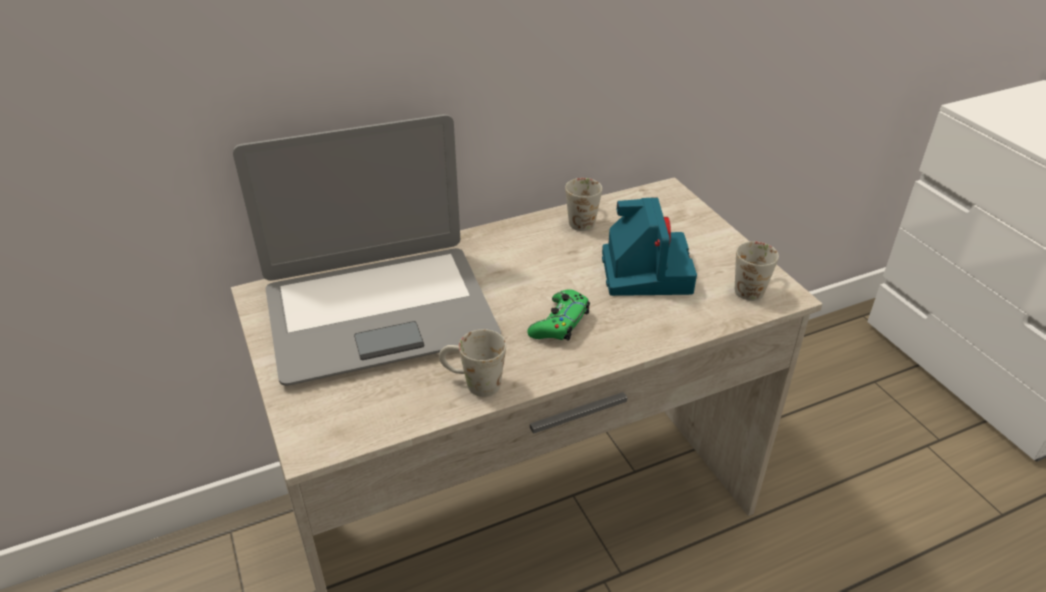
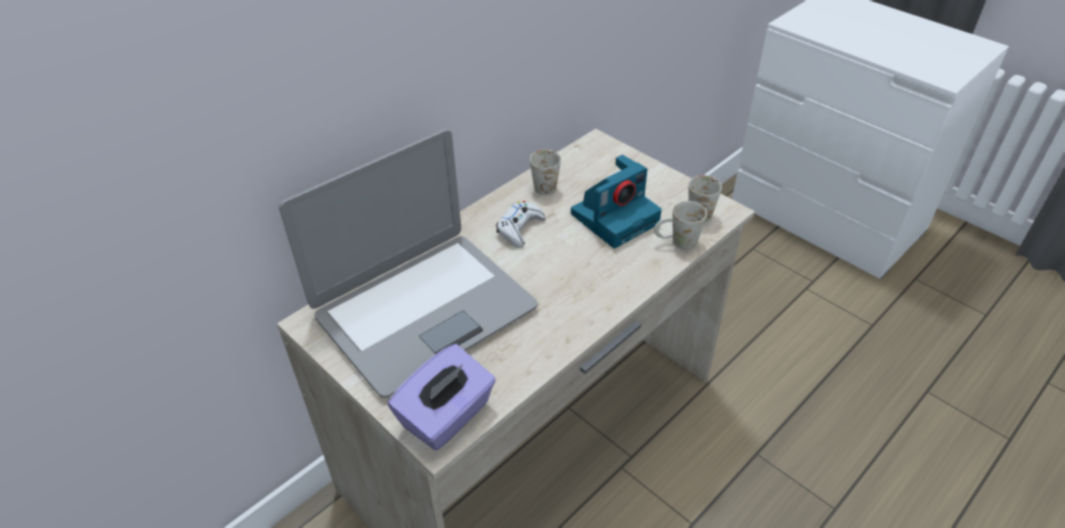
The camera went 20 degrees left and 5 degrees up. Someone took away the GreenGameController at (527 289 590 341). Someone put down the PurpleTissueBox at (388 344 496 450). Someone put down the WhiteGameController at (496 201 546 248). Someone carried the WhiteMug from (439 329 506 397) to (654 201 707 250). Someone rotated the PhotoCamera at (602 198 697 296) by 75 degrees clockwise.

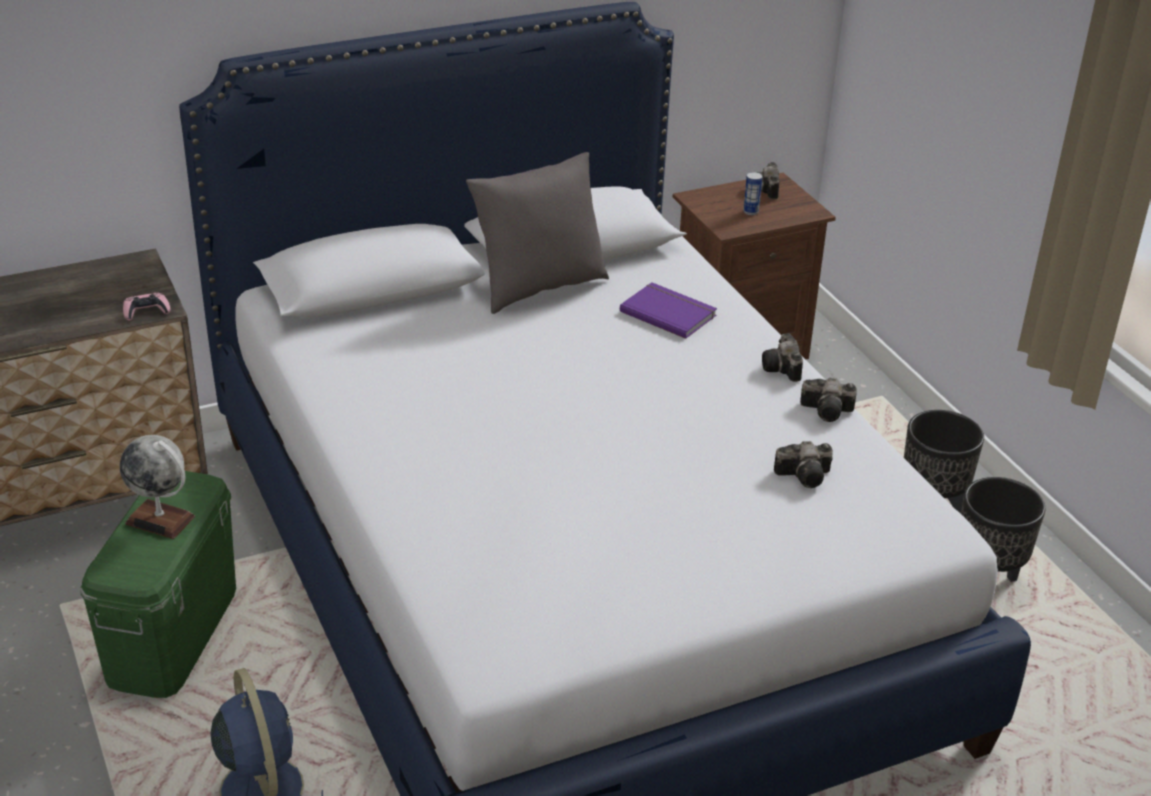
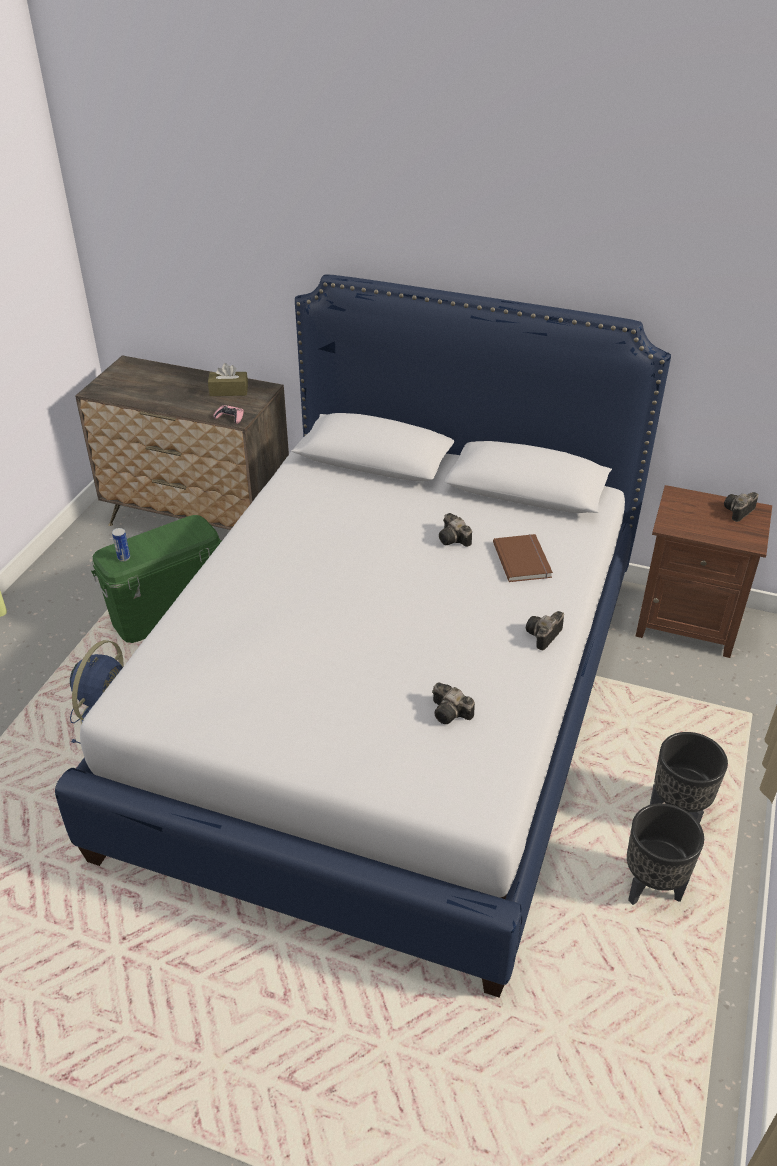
The camera went 45 degrees right and 5 degrees up. Someone took away the Globe at (120 435 195 539). Someone took away the GreyPillow at (466 152 609 314). Someone put down the BrownTissueBox at (208 363 248 396). Someone carried the Can from (743 172 763 215) to (112 528 130 562). Someone carried the PhotoCamera from (800 378 857 422) to (439 513 472 547). Someone repainted the PurpleBook at (620 282 717 339), which became the BrownBook at (493 534 553 582).

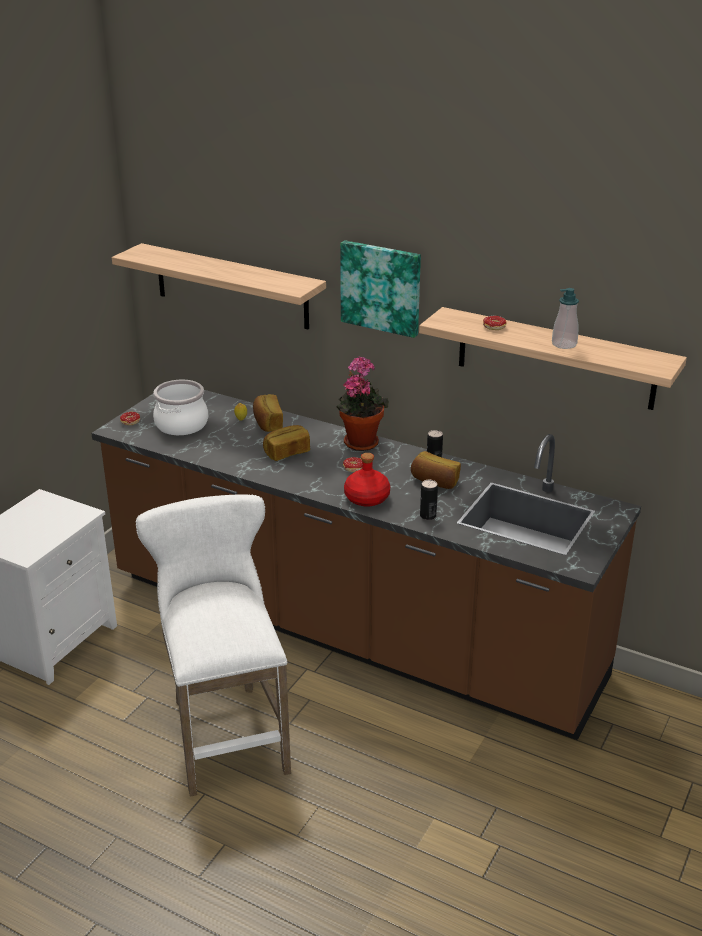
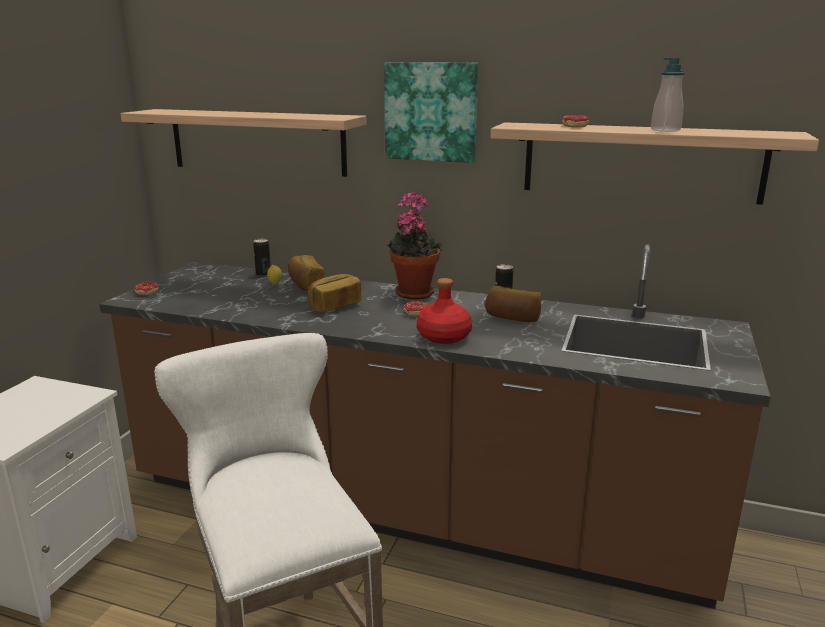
The camera went 10 degrees left and 10 degrees down. Someone took away the CookingPot at (153 380 208 435). Someone carried the Can from (420 480 438 520) to (253 239 271 276).

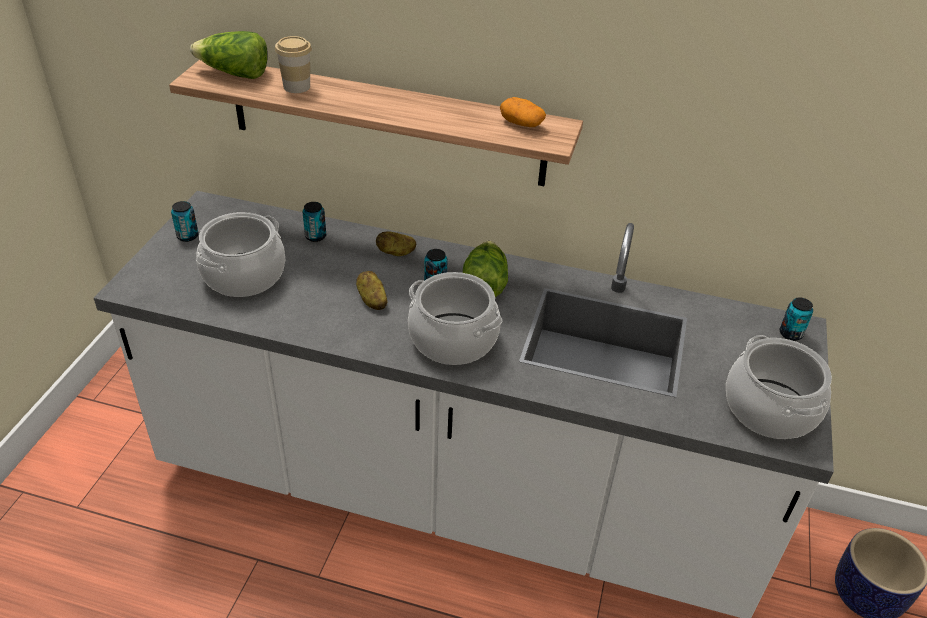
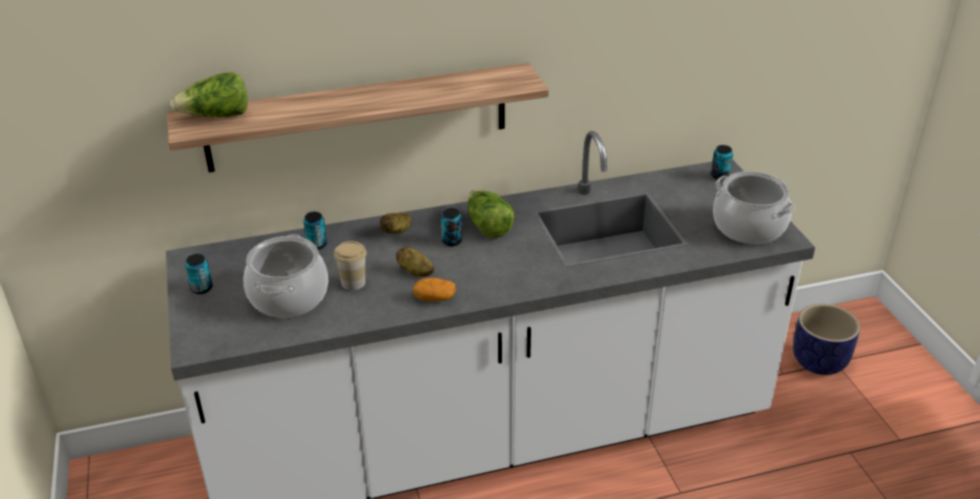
The camera went 30 degrees left and 5 degrees down. Someone took away the CookingPot at (408 272 502 365). Someone carried the Cup from (275 36 312 93) to (334 241 367 290). Someone carried the Potato from (500 97 546 127) to (413 278 456 301).

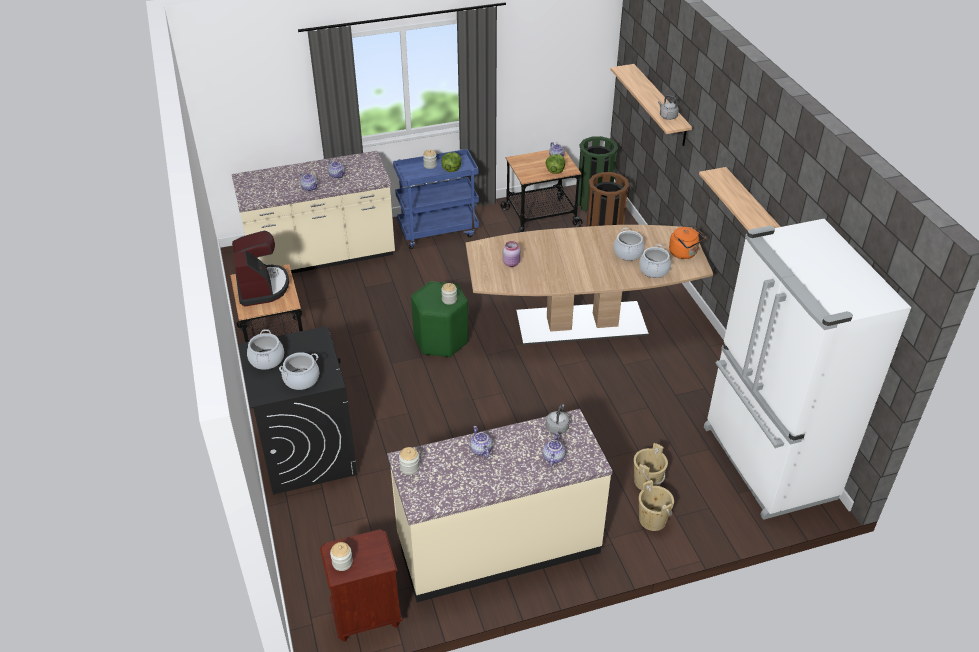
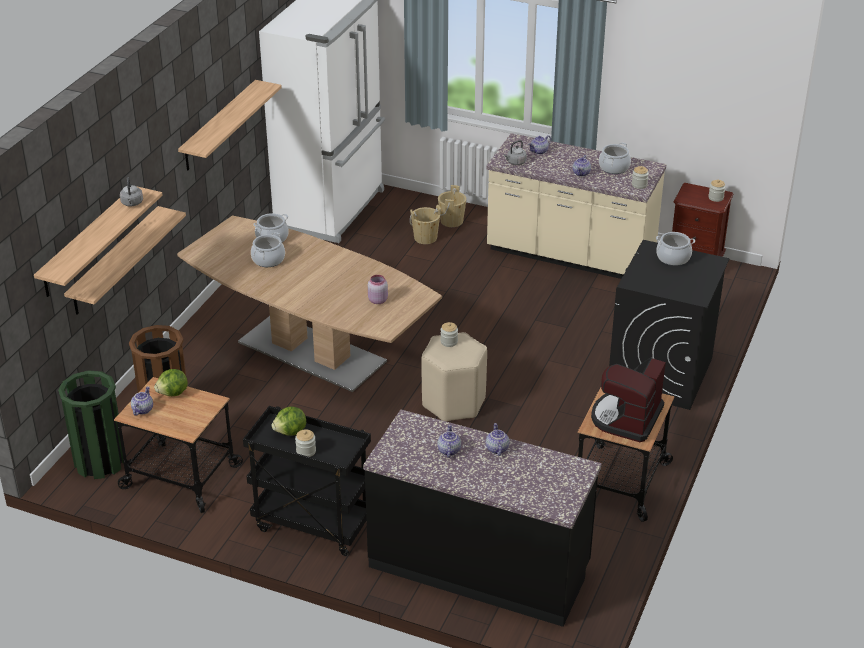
The camera went 140 degrees left and 5 degrees down. Someone took away the OrangeKettle at (669 227 706 259). Someone put up the Shelf at (64 206 186 315). Someone carried the CookingPot from (247 329 284 370) to (599 143 631 174). Someone repainted the BeigeCounter at (232 151 395 274), which became the BlackCounter at (363 410 602 627). Someone repainted the BlueCart at (393 149 479 249), which became the BlackCart at (243 406 371 556). Someone repainted the GreenStool at (411 281 468 357), which became the BeigeStool at (421 332 487 421).

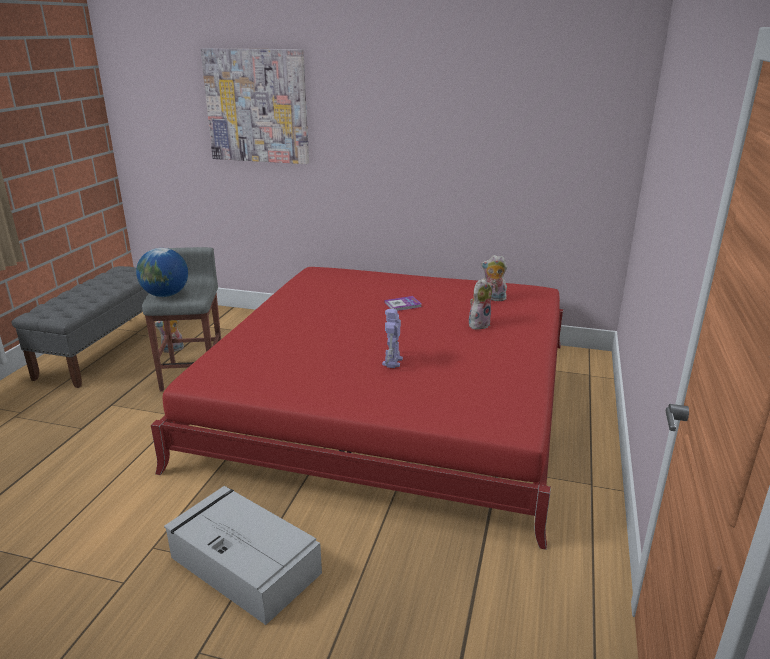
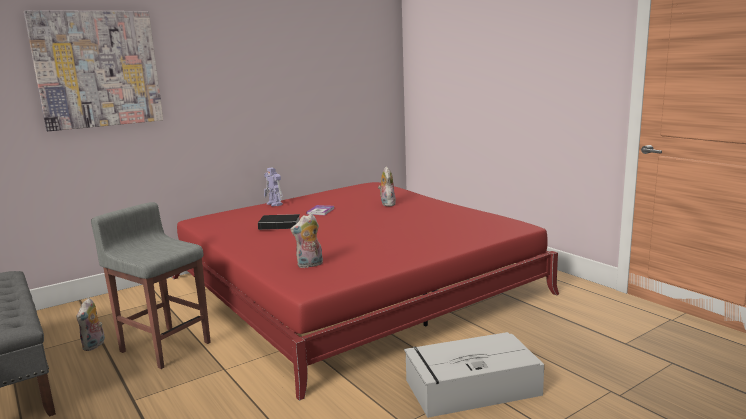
The camera went 50 degrees left and 10 degrees down. Someone took away the Globe at (136 248 188 297). Someone put down the Book at (258 214 300 230). Someone carried the ToyRobot from (382 309 403 368) to (264 167 283 206). Someone carried the PlushToy from (481 255 507 301) to (290 214 323 268).

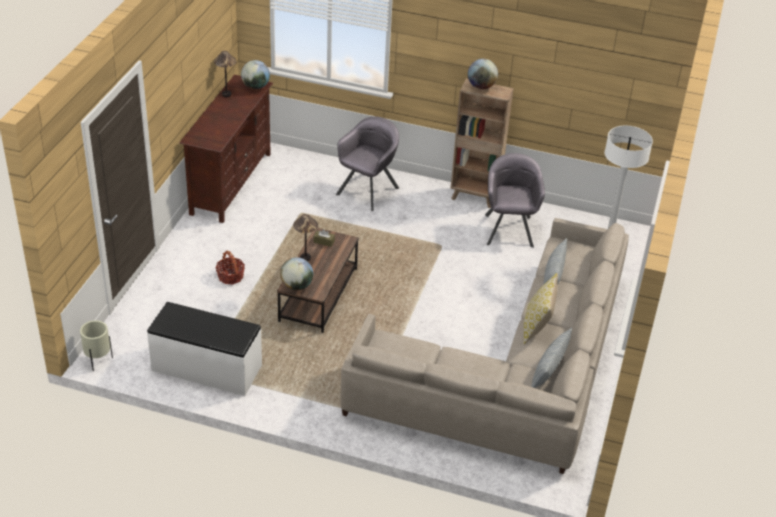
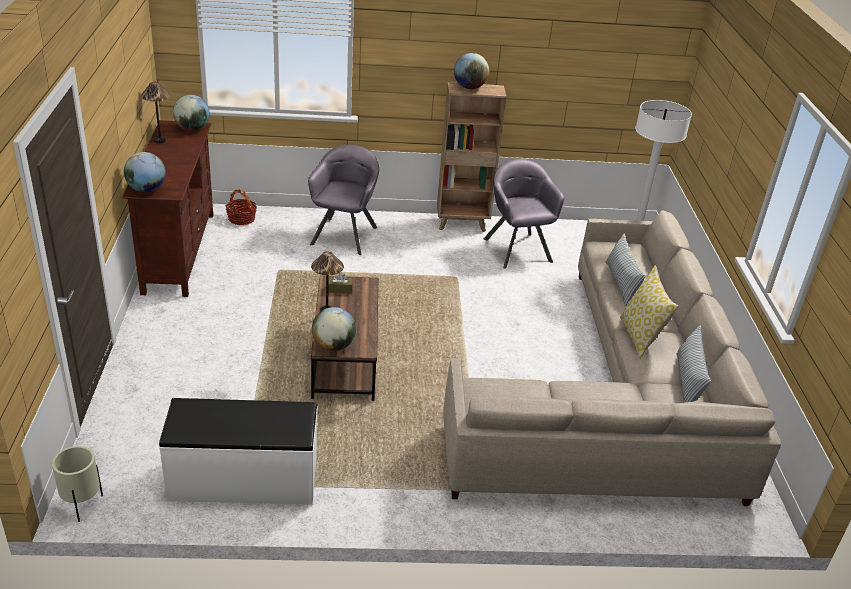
The camera went 20 degrees left and 5 degrees down. Someone put down the Globe at (124 152 166 193). Someone carried the Basket from (215 251 245 284) to (225 189 257 225).

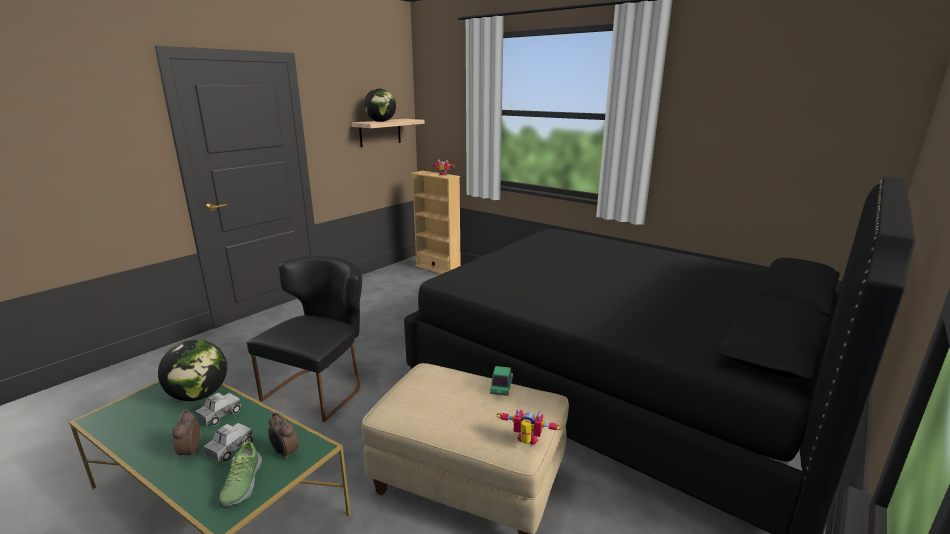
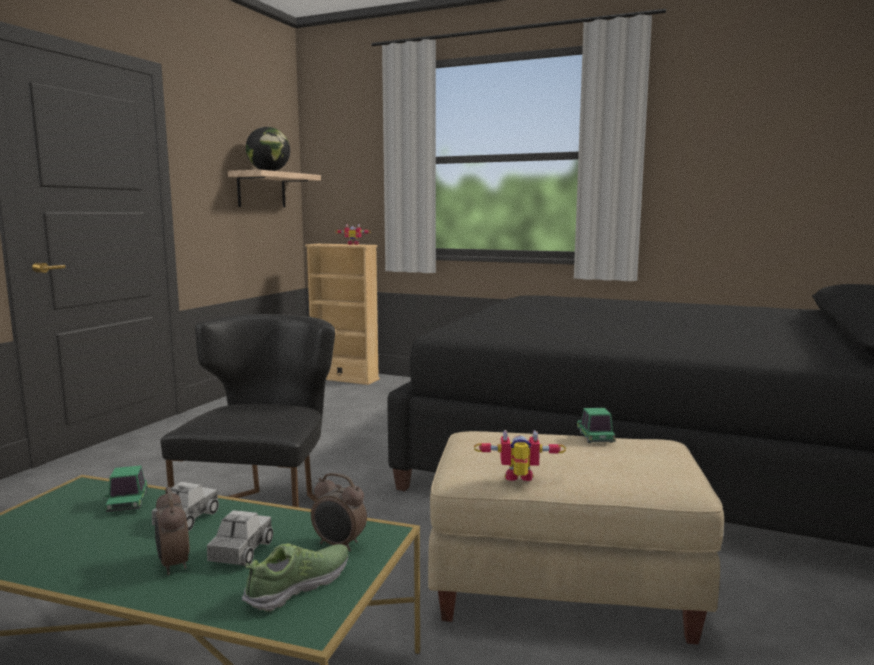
The camera went 15 degrees left and 10 degrees down. Someone carried the ToyRobot from (496 407 562 444) to (474 430 566 481). Someone swapped the Globe at (158 340 227 401) for the ToyCar at (105 465 148 513). Someone rotated the Shoe at (218 438 262 506) by 120 degrees counterclockwise.

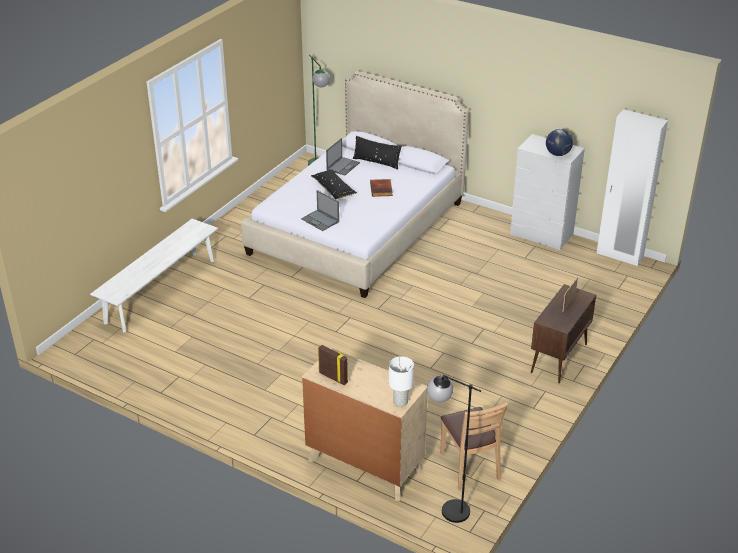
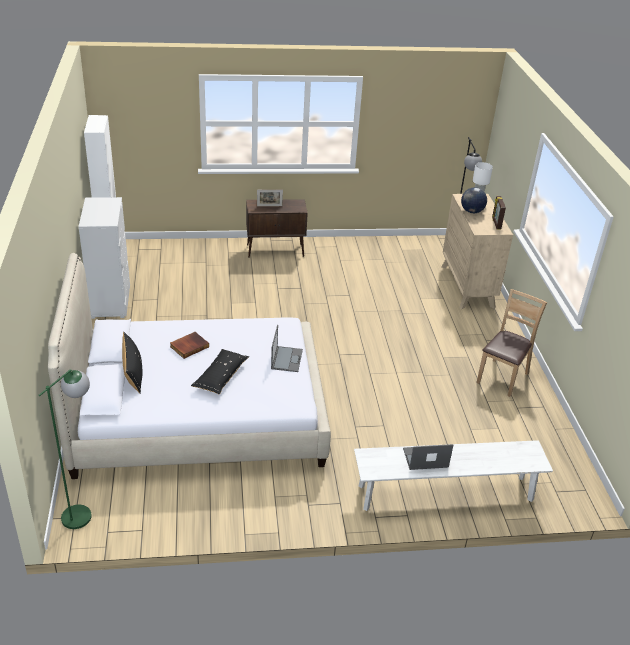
The camera went 130 degrees left and 0 degrees up. Someone carried the Laptop from (326 138 360 176) to (403 444 453 470). Someone carried the BrownChair from (440 402 509 490) to (476 289 547 397). Someone carried the Globe from (546 129 573 156) to (461 187 487 213).

